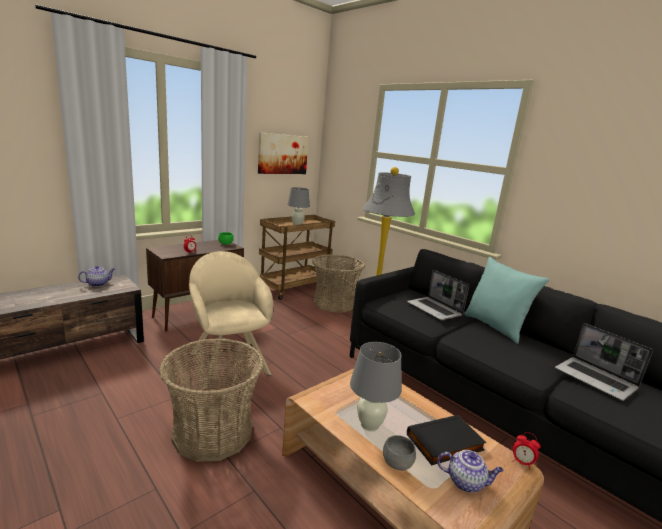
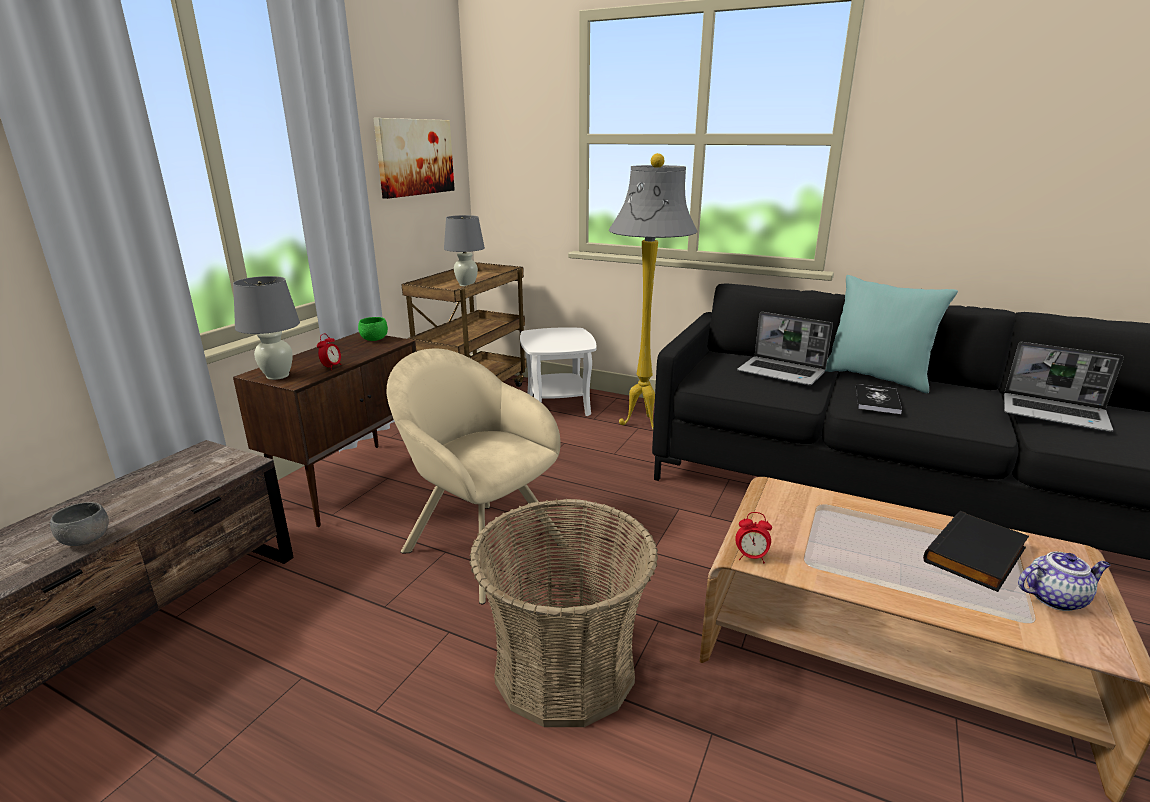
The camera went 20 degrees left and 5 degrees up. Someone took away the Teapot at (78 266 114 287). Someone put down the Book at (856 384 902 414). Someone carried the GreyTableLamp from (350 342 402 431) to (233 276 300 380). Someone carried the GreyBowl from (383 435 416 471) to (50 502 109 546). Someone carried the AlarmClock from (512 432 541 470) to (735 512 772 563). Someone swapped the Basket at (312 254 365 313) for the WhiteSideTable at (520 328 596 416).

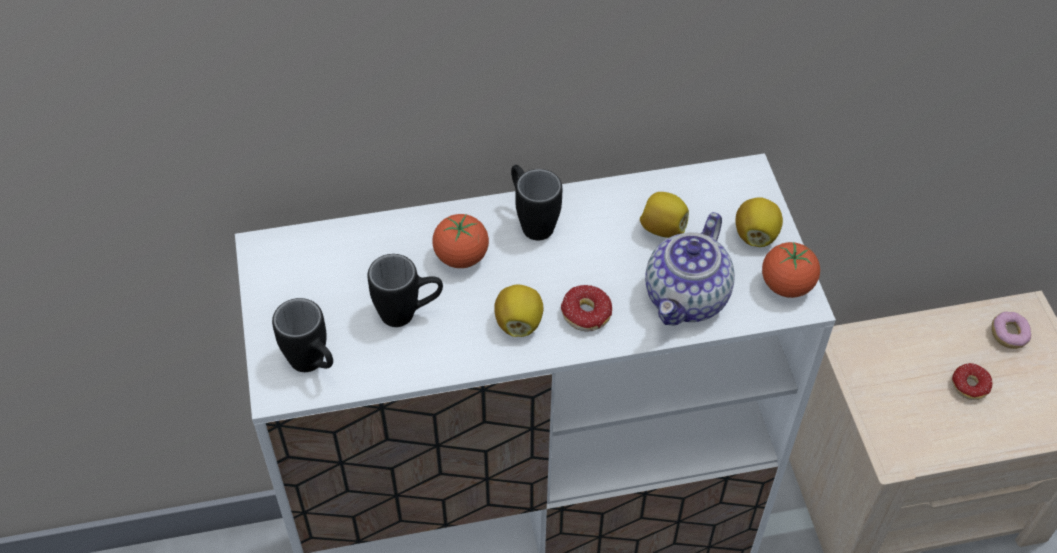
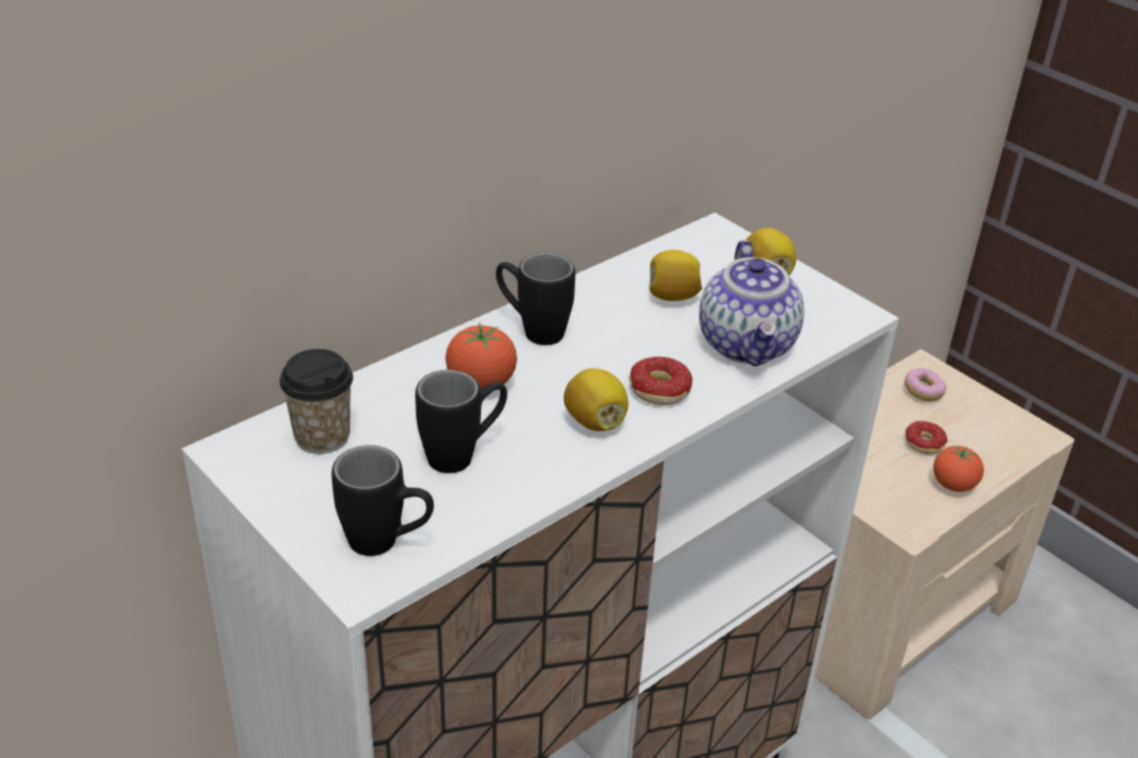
The camera went 30 degrees left and 15 degrees down. Someone put down the Cup at (280 349 353 454). Someone carried the Tomato from (762 242 820 298) to (933 445 984 492).

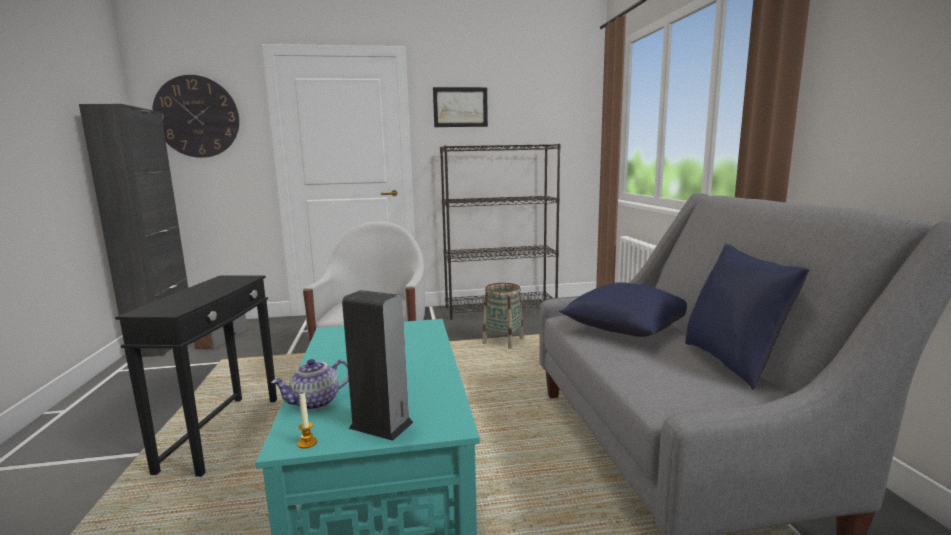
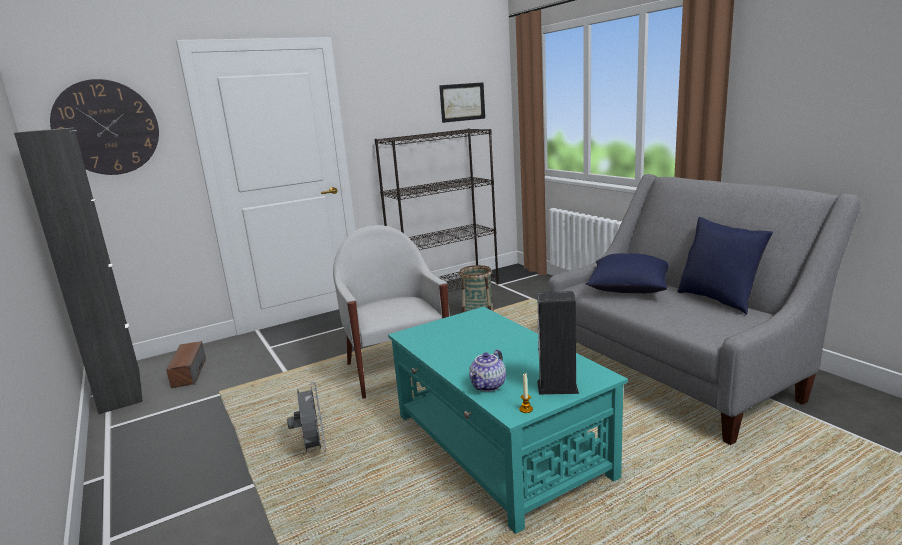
The camera went 20 degrees left and 5 degrees up. Someone carried the Picture from (433 87 488 127) to (439 82 485 123). Someone swapped the BlackSideTable at (115 276 277 477) for the GreyFan at (287 382 326 454).

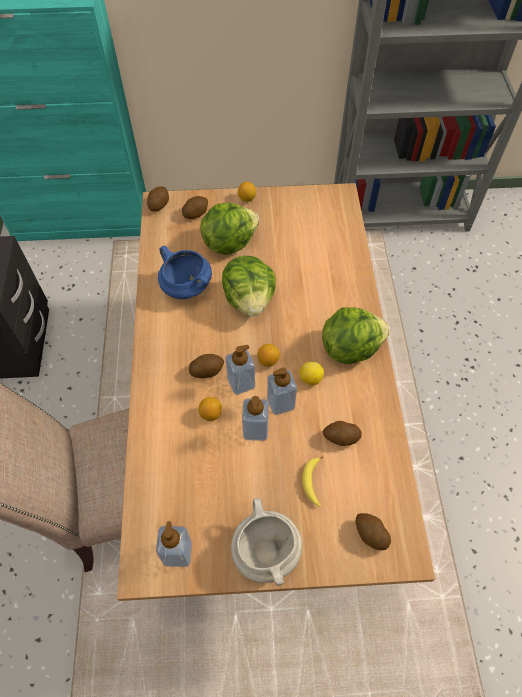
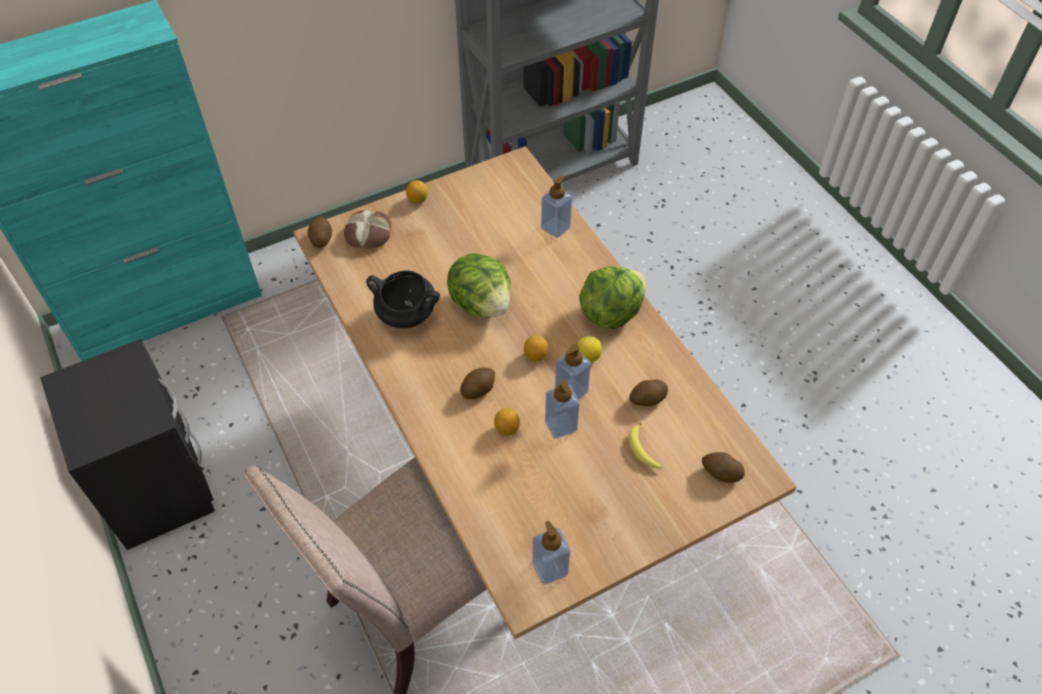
The camera went 25 degrees left and 5 degrees down. Someone took away the Lettuce at (200 203 259 255). Someone took away the WhiteCookingPot at (231 498 302 586). Someone carried the SoapDispenser from (226 345 255 395) to (541 175 572 238). Someone swapped the Potato at (182 196 208 219) for the Bread at (344 210 392 249). Someone repainted the BlueCookingPot at (158 246 212 299), which became the BlackCookingPot at (366 270 440 328).

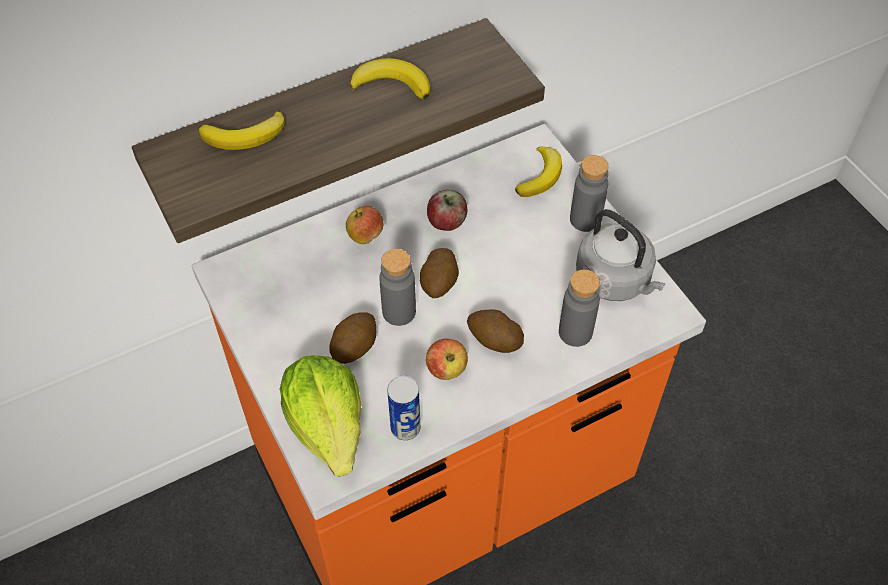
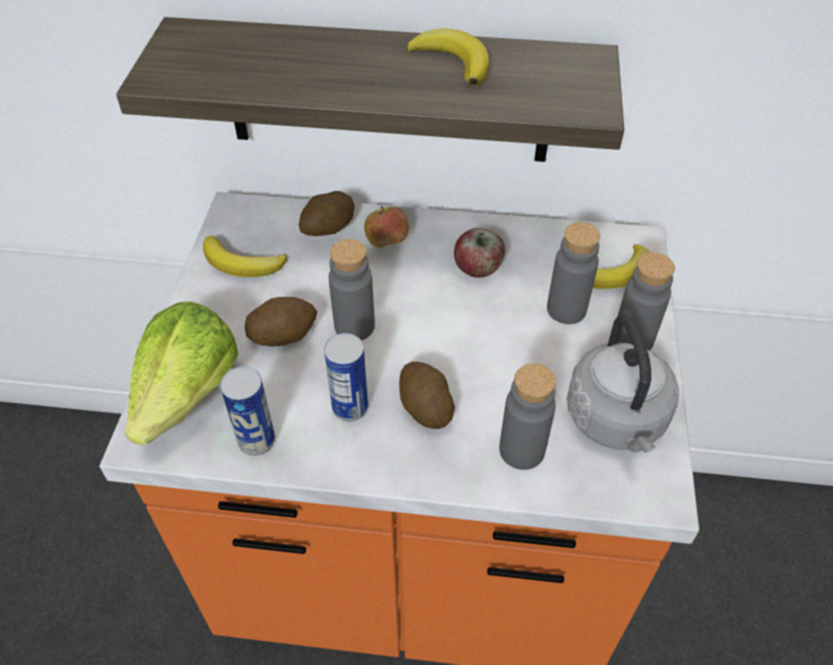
The camera went 35 degrees right and 5 degrees down. Someone put down the GreyBottle at (547 222 600 324). Someone carried the Banana from (199 111 285 150) to (203 235 288 277). Someone carried the Potato from (420 248 459 298) to (299 191 355 236). Someone swapped the Apple at (426 339 468 380) for the Can at (324 333 368 421).

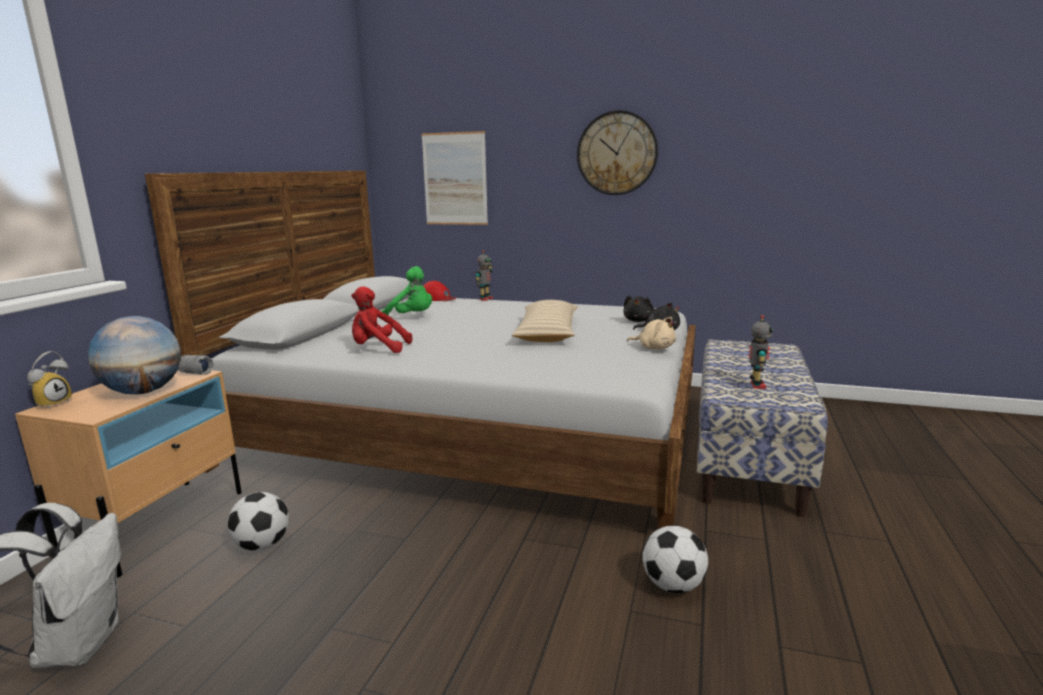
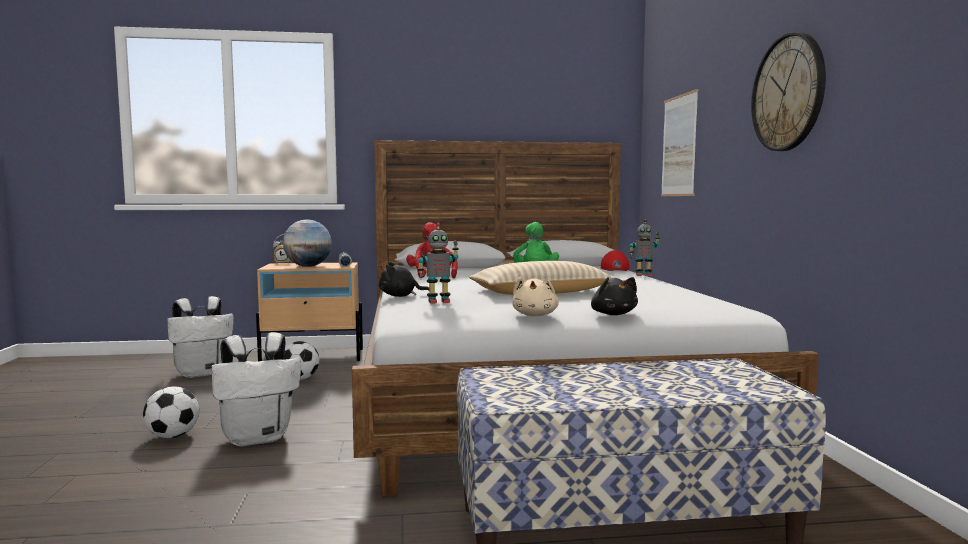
The camera went 65 degrees right and 10 degrees down. Someone put down the WhiteBackpack at (211 332 301 446). Someone carried the BlackPlushToy from (623 295 655 322) to (379 262 429 297). Someone carried the Football from (642 526 708 593) to (143 386 199 438). Someone carried the ToyRobot from (748 315 773 389) to (418 222 459 304).

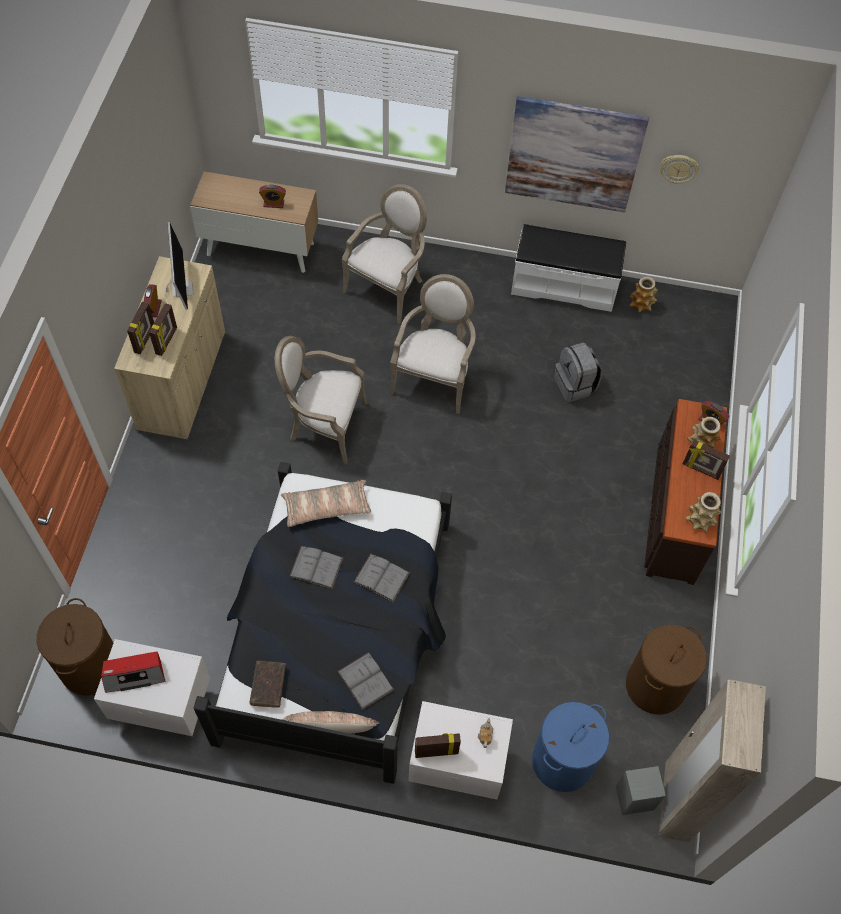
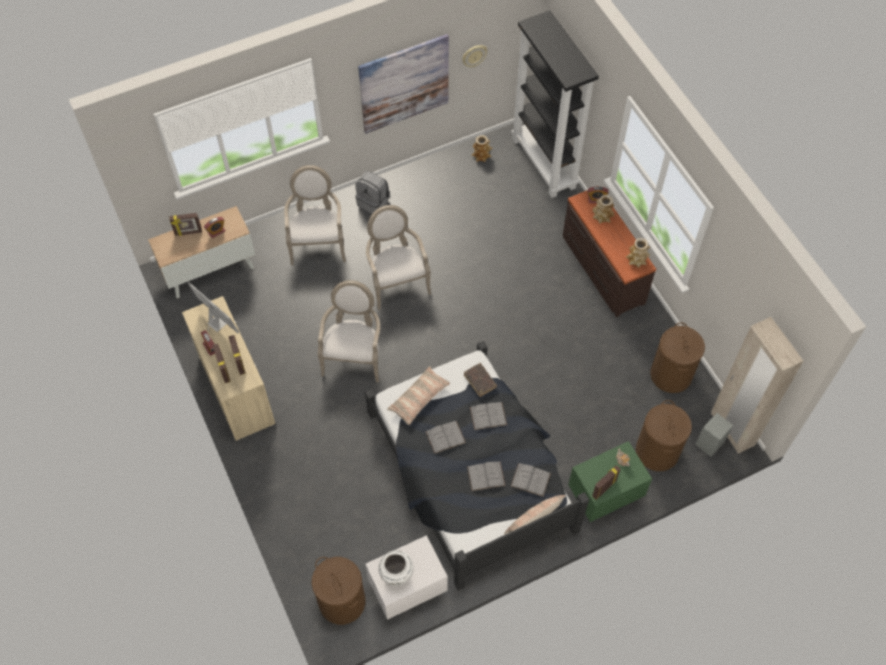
The camera went 35 degrees left and 0 degrees up. Someone took away the WhiteBench at (511 224 626 312). Someone put down the GreyBook at (467 462 505 491). Someone put down the BlackBookcase at (511 10 599 198). Someone carried the BrownBook from (250 661 286 708) to (464 363 497 397). Someone carried the GreyBackpack from (554 342 602 402) to (355 171 389 214). Someone carried the PictureFrame from (683 440 730 480) to (169 213 202 236). Someone swapped the Radio at (101 652 165 693) for the WhiteVase at (379 550 414 586). Someone repainted the WhiteNightstand at (408 701 513 800), which became the GreenNightstand at (568 441 652 522). Someone repainted the BlueLaundryBasket at (532 702 609 792), which became the BrownLaundryBasket at (636 400 692 471). Someone rotated the Armchair at (275 336 367 464) by 120 degrees clockwise.

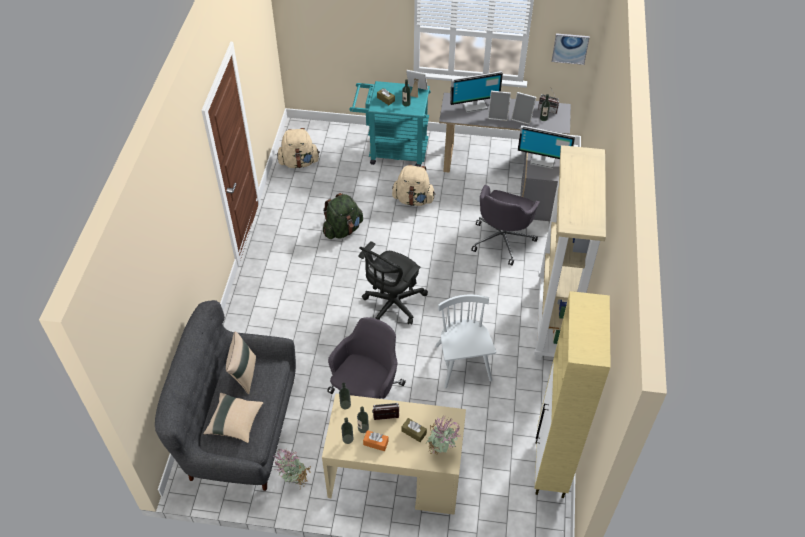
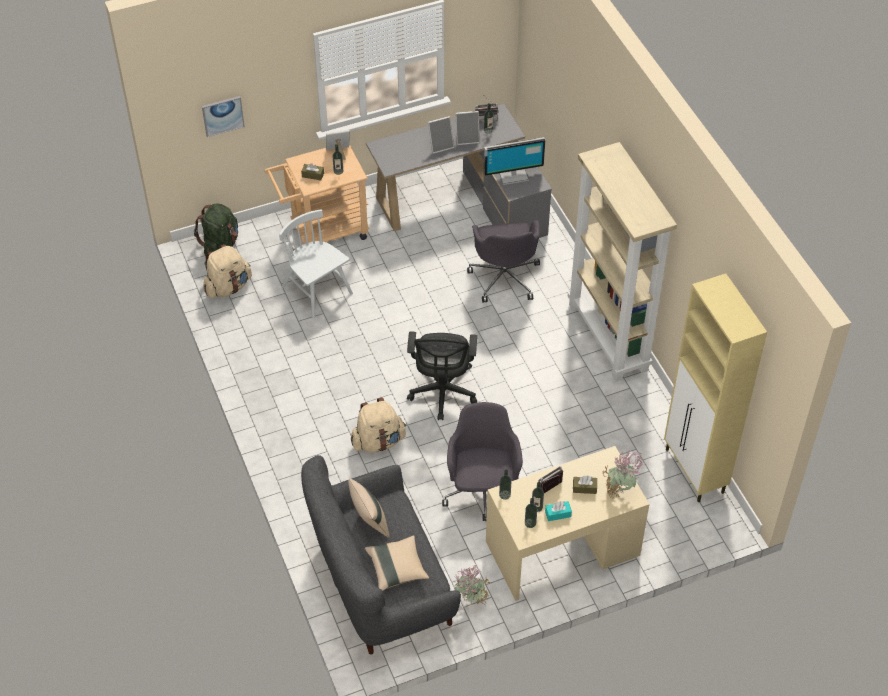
The camera went 30 degrees left and 0 degrees up. Someone took away the Monitor at (450 71 503 113). Someone carried the GreenBackpack from (323 193 363 239) to (194 204 238 255). Someone carried the BeigeBackpack from (392 165 436 206) to (351 397 407 453). Someone carried the WhiteChair from (435 295 496 388) to (279 209 353 318). Someone carried the Picture from (552 33 590 65) to (202 96 245 137). Someone repainted the TurquoiseCart at (349 81 431 167), which became the BeigeCart at (264 145 369 244). Someone repainted the OrangeTissueBox at (363 430 389 451), which became the TurquoiseTissueBox at (545 501 572 521).

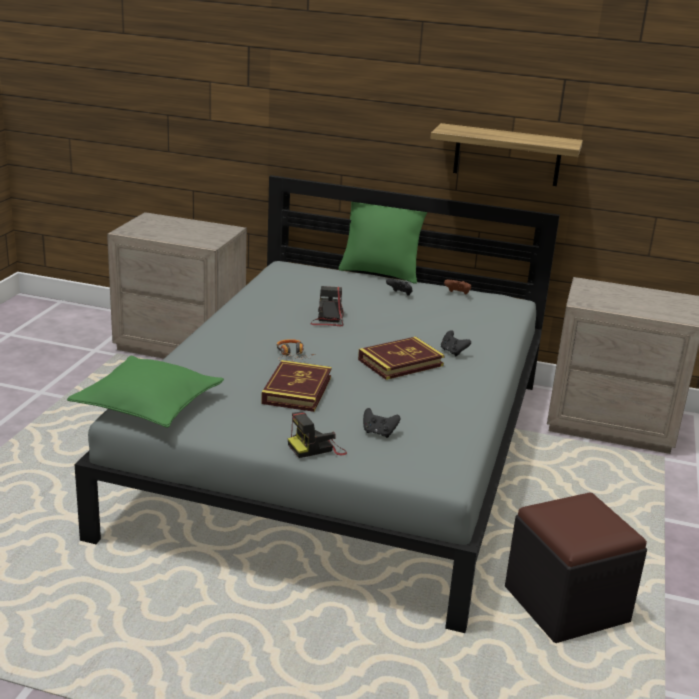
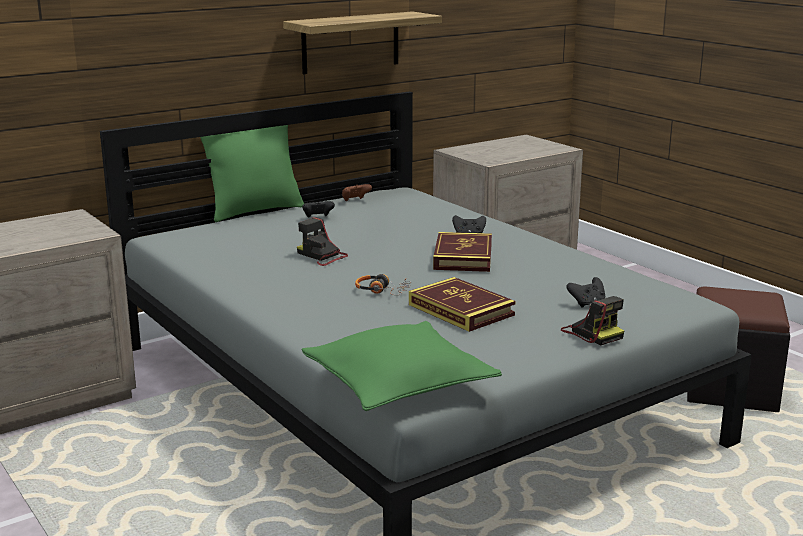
The camera went 50 degrees left and 5 degrees down. Someone rotated the PhotoCamera at (288 412 347 458) by 45 degrees counterclockwise.

